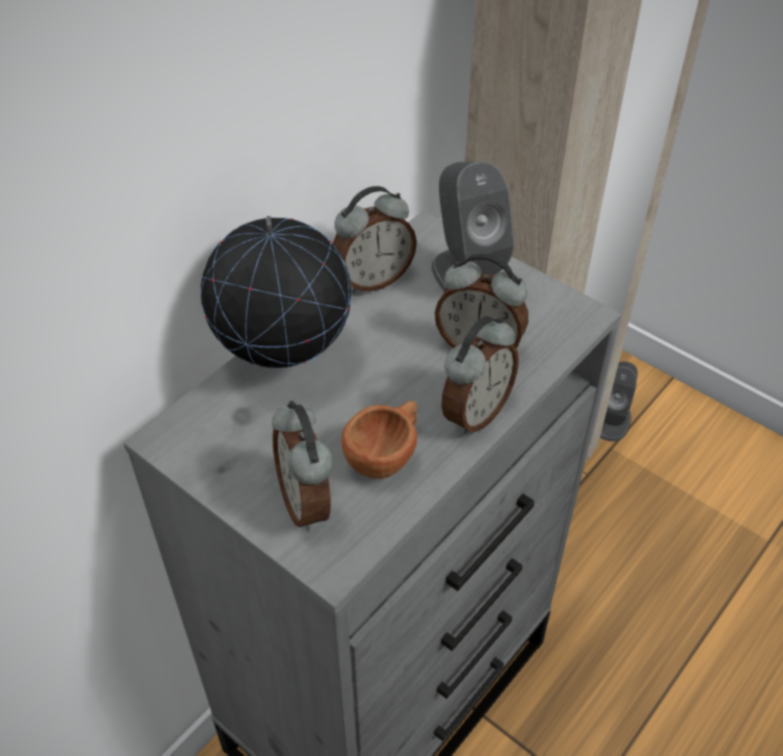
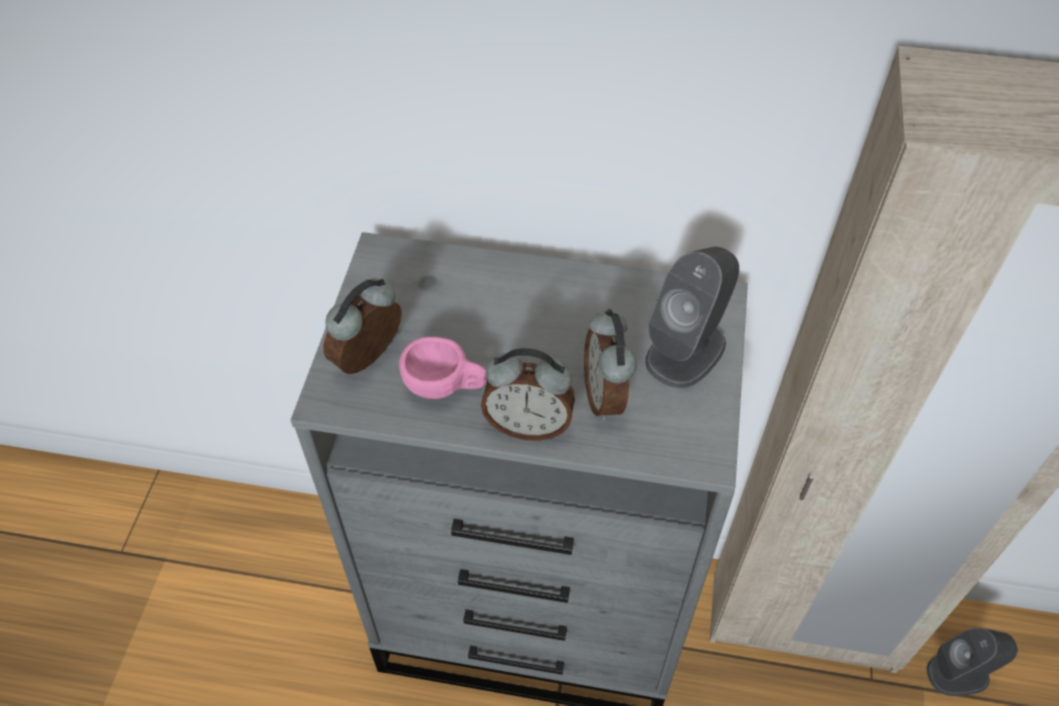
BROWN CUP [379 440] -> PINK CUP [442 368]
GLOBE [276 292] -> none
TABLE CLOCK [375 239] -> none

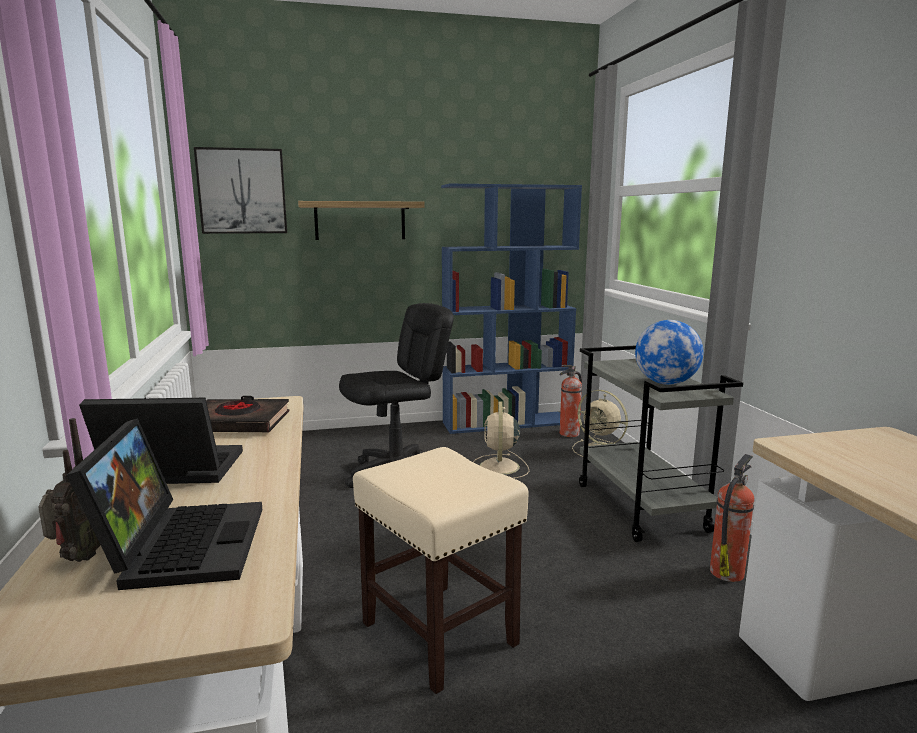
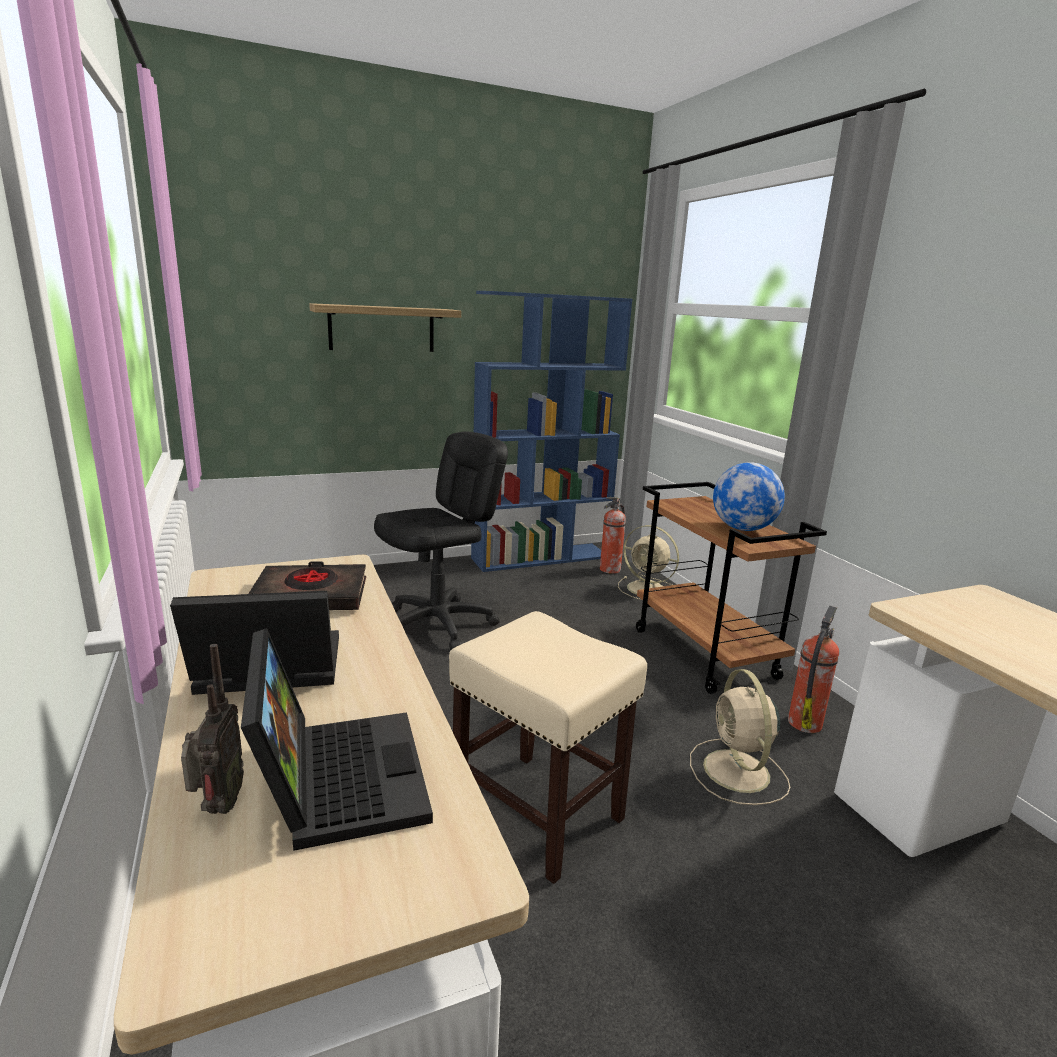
GREYISH TROLLEY [661 443] -> BROWN TROLLEY [731 588]
SAND-COLOURED FAN [501 439] -> SAND-COLOURED FAN [740 737], shifted
WALL PICTURE [240 190] -> none

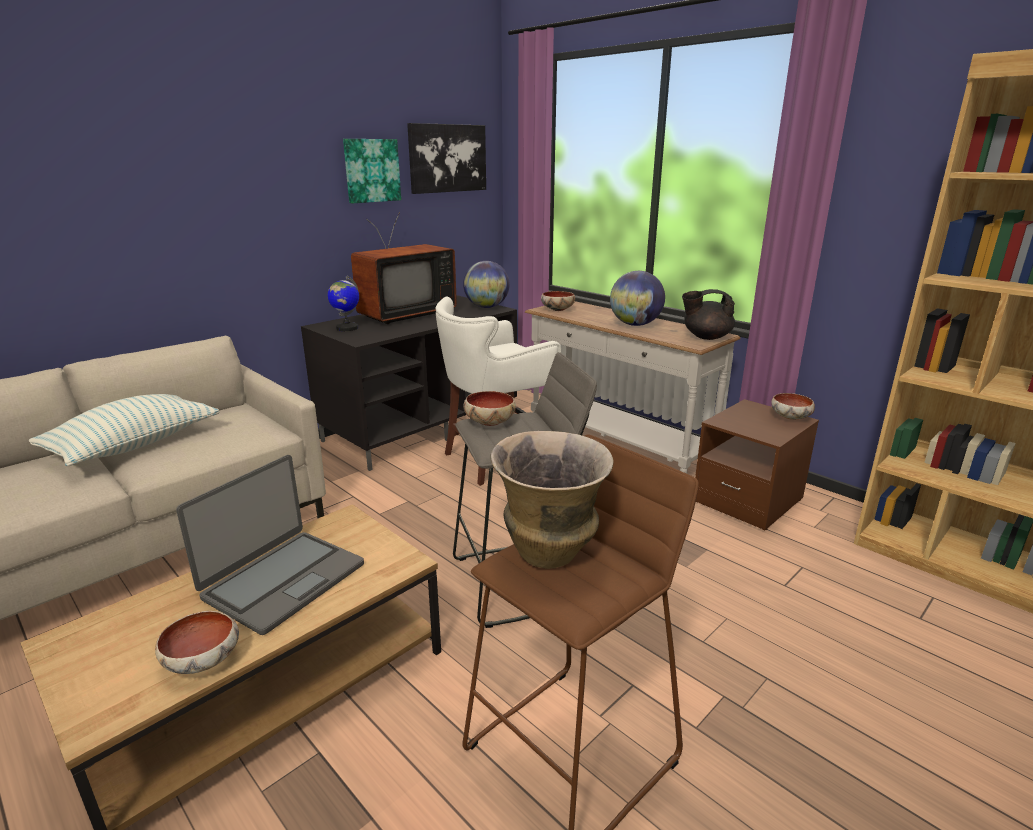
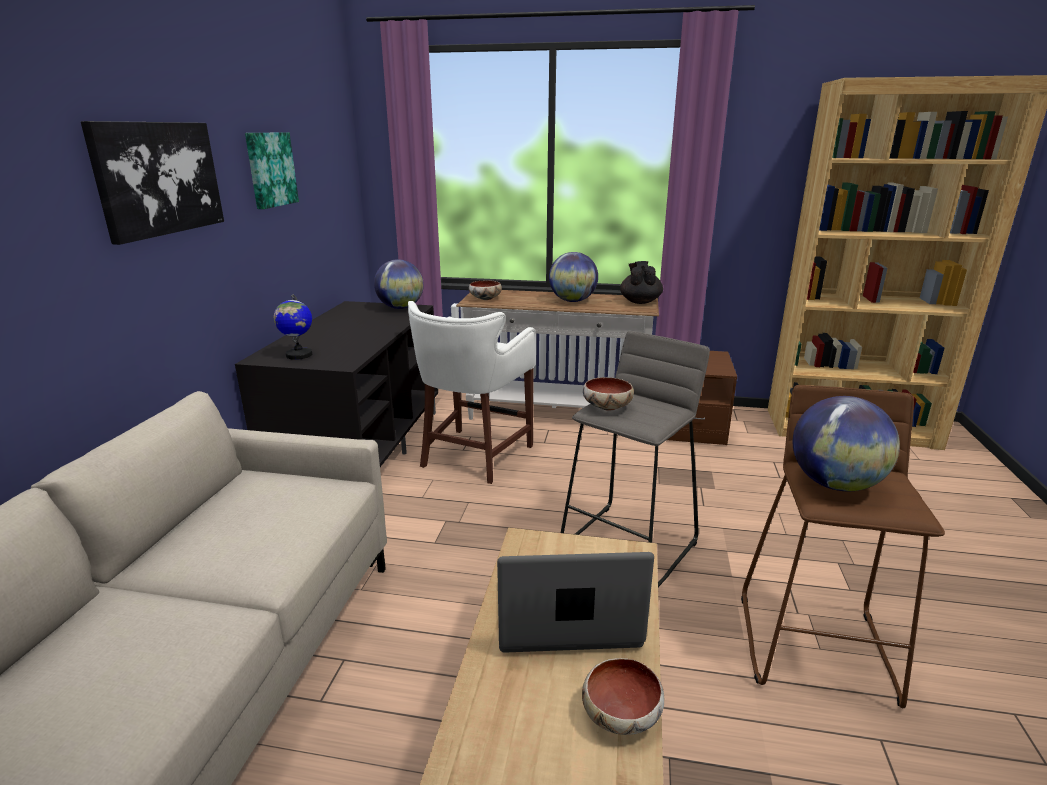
WALL PICTURE [446 158] -> WALL PICTURE [152 183], shifted
PORTABLE COMPUTER [270 545] -> PORTABLE COMPUTER [575 602], 90 degrees counterclockwise
BLACKISH TEAPOT [708 314] -> BLACKISH TEAPOT [641 282], 120 degrees clockwise
FLOWER VASE [552 500] -> GLOBE [846 443]
PILLOW [124 430] -> none
TV SET [404 268] -> none
DEEP DISH [793 406] -> none

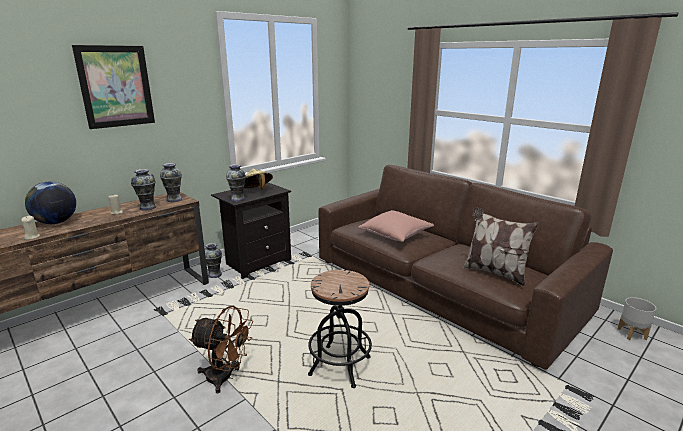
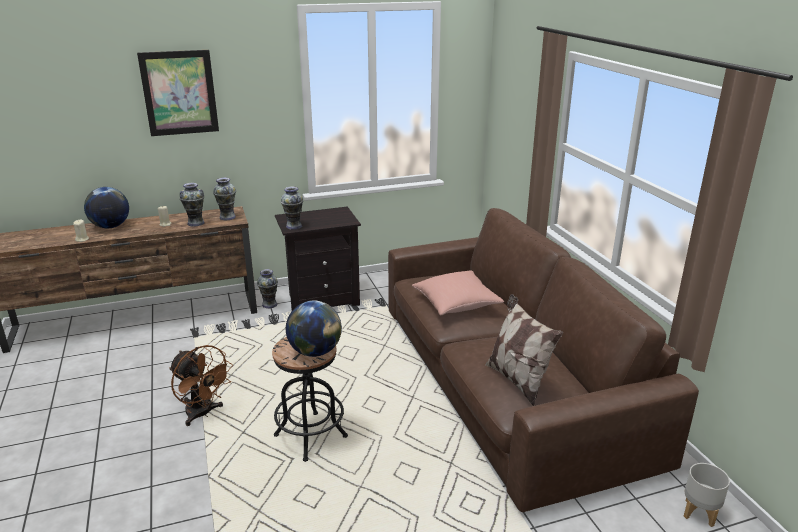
none -> GLOBE [314 329]
SAND-COLOURED CLOTHING HAT [258 179] -> none

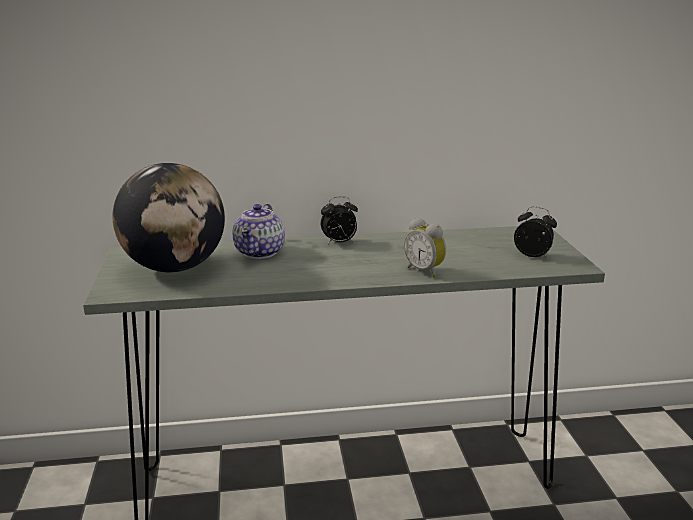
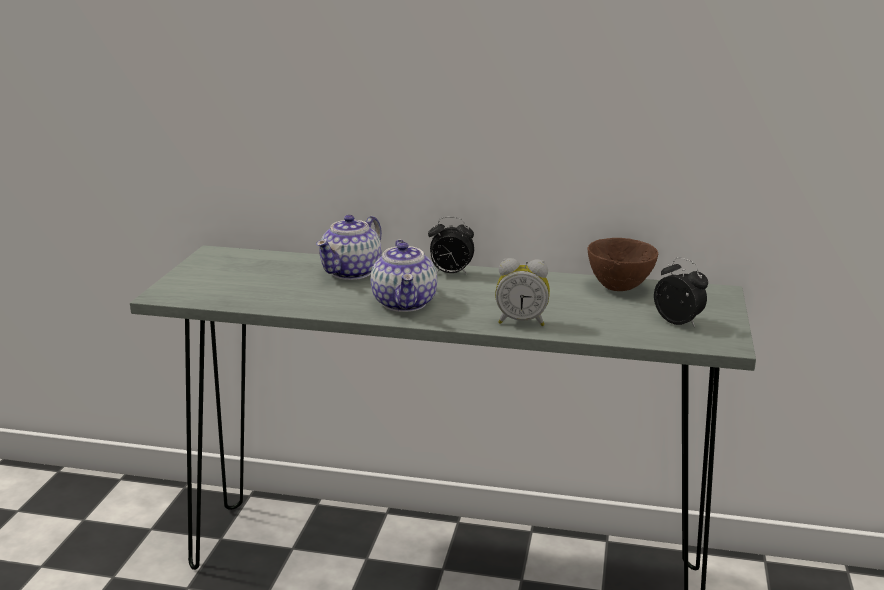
none -> TEAPOT [404 276]
TABLE CLOCK [425 248] -> TABLE CLOCK [522 292], 60 degrees counterclockwise
none -> BROWN DEEP DISH [623 264]
GLOBE [169 217] -> none

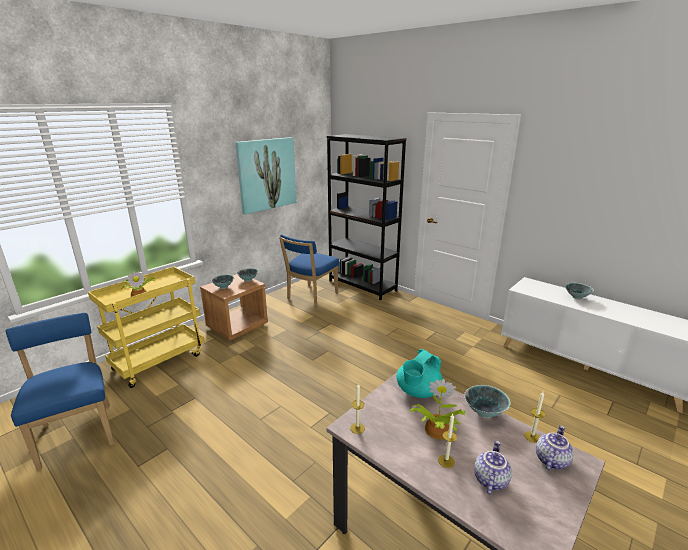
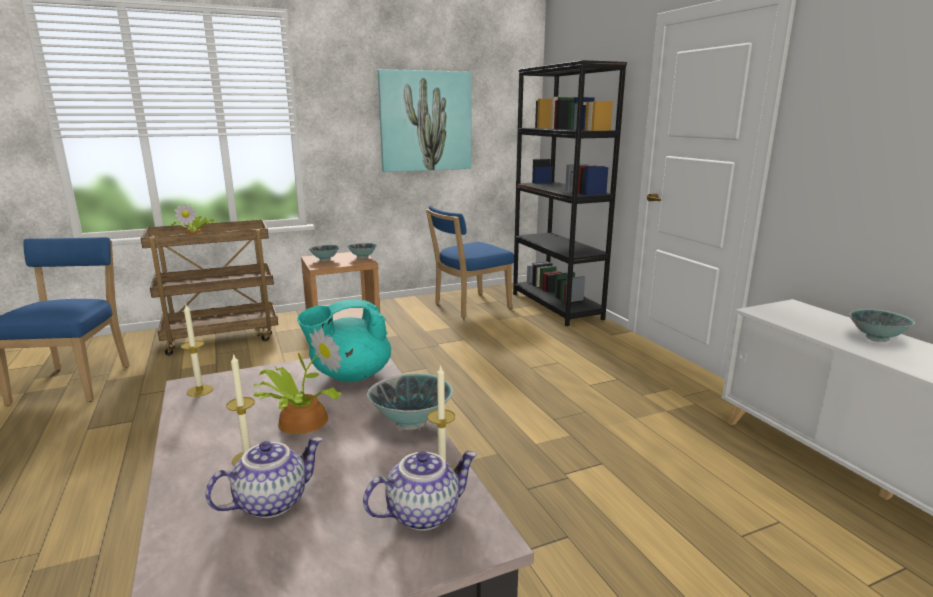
YELLOW TROLLEY [146 327] -> BROWN TROLLEY [209 287]

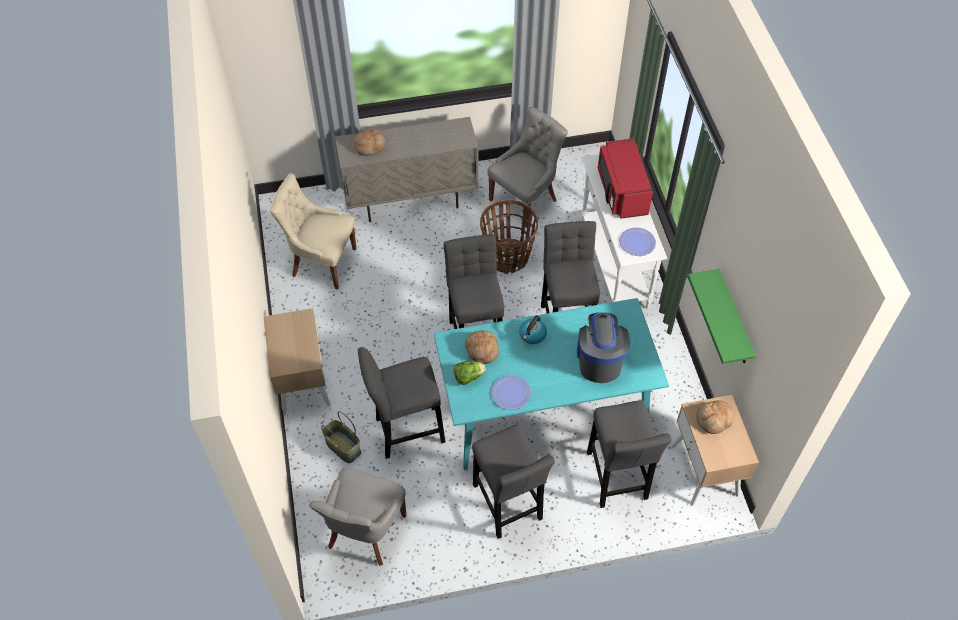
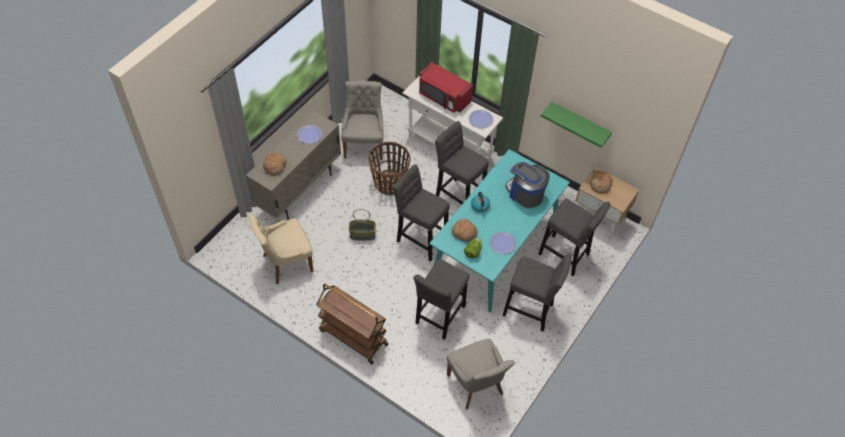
none -> PLATE [309 134]
SAND-COLOURED NIGHT TABLE [297 361] -> BROWN TROLLEY [352 323]
STORAGE BASKET [341 437] -> STORAGE BASKET [362 225], shifted

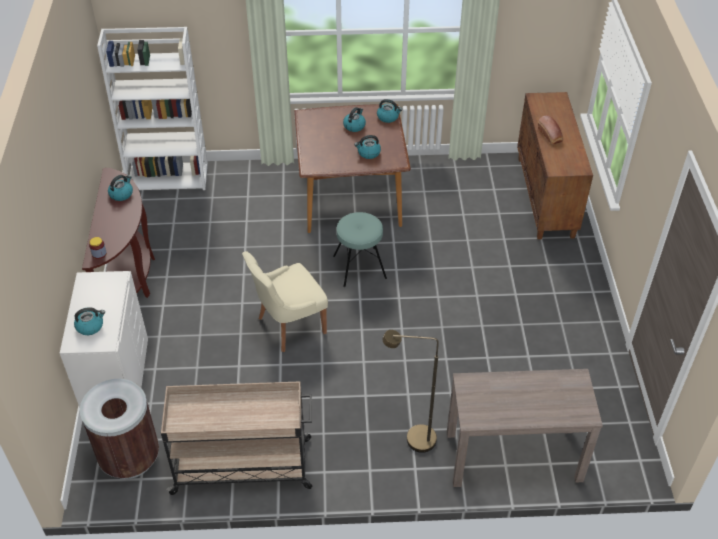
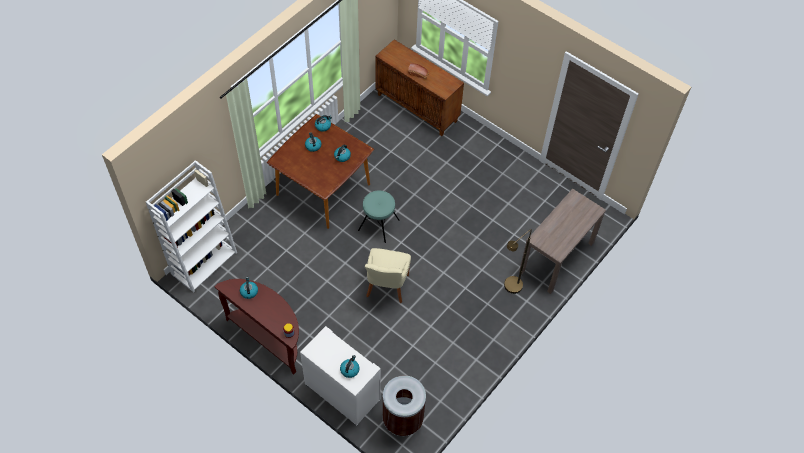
SAND-COLOURED TROLLEY [236 438] -> none

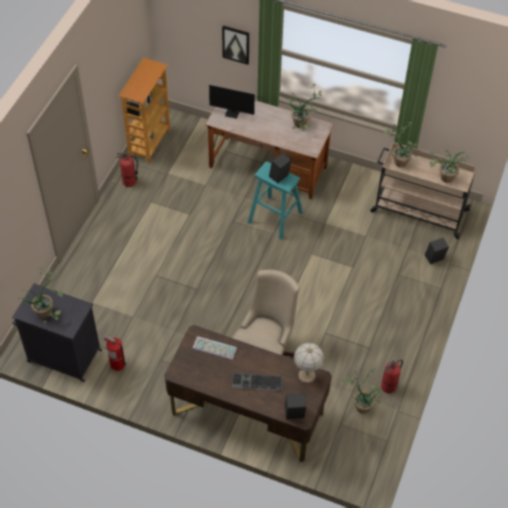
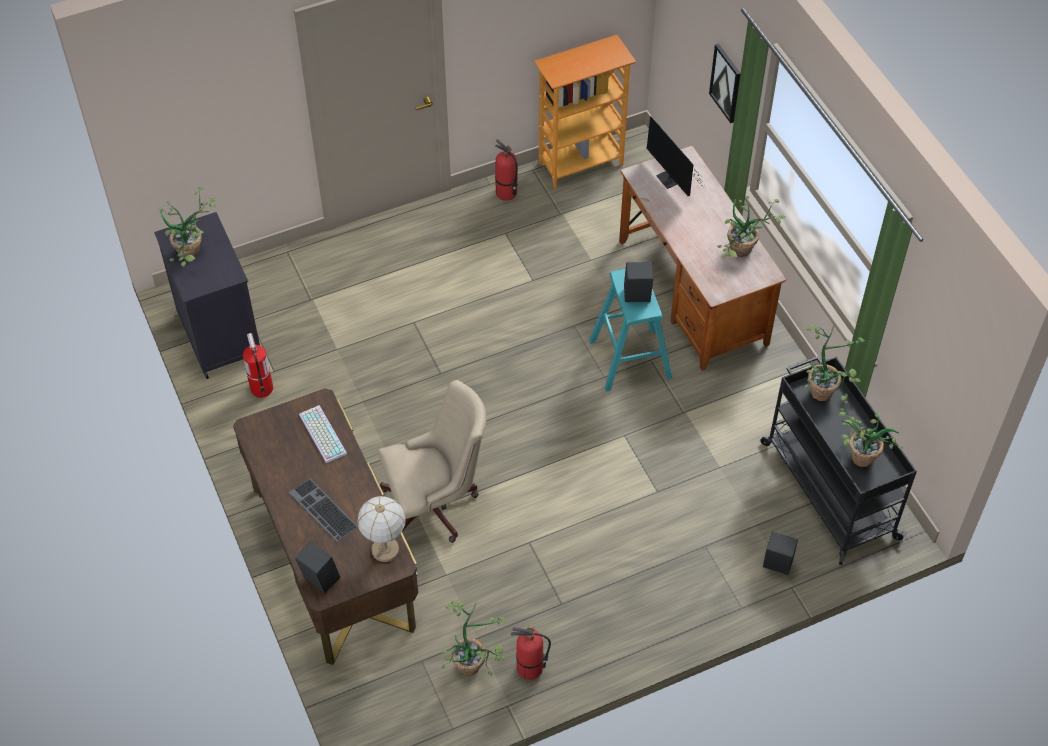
SAND-COLOURED TROLLEY [423 190] -> BLACKISH TROLLEY [838 460]

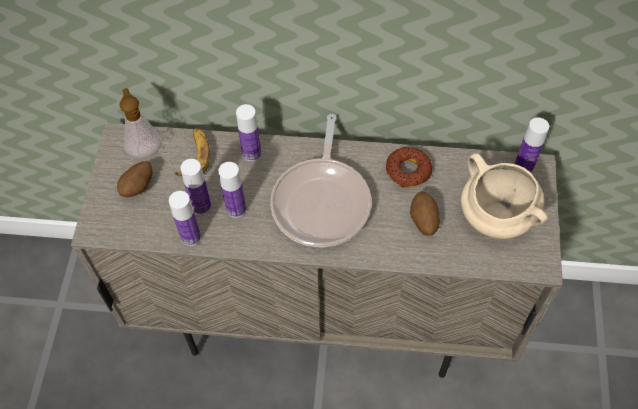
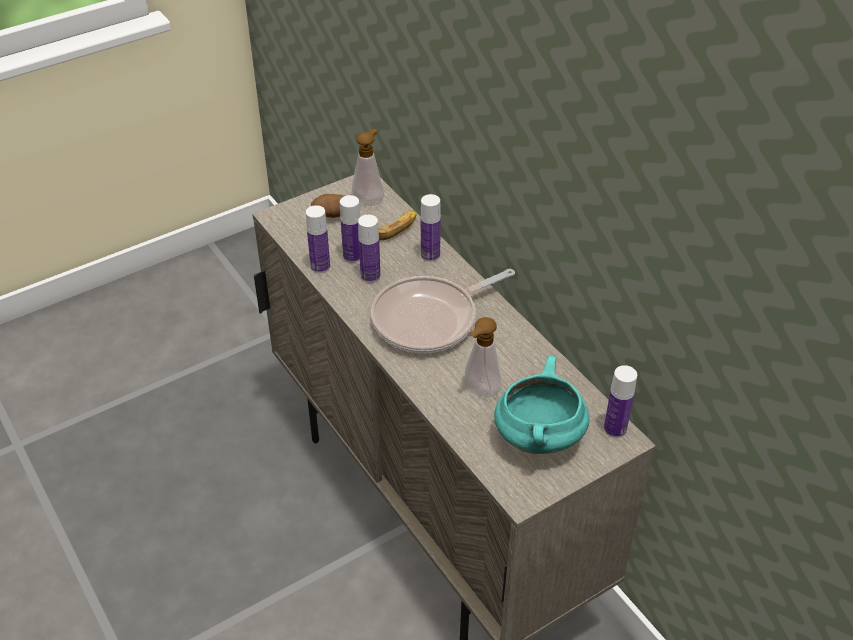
SPUD [425 214] -> SOAP BOTTLE [483 357]
SAND-COLOURED COOKING POT [504 196] -> BLUE-GREEN COOKING POT [541 405]
DOUGHNUT [409 167] -> none

